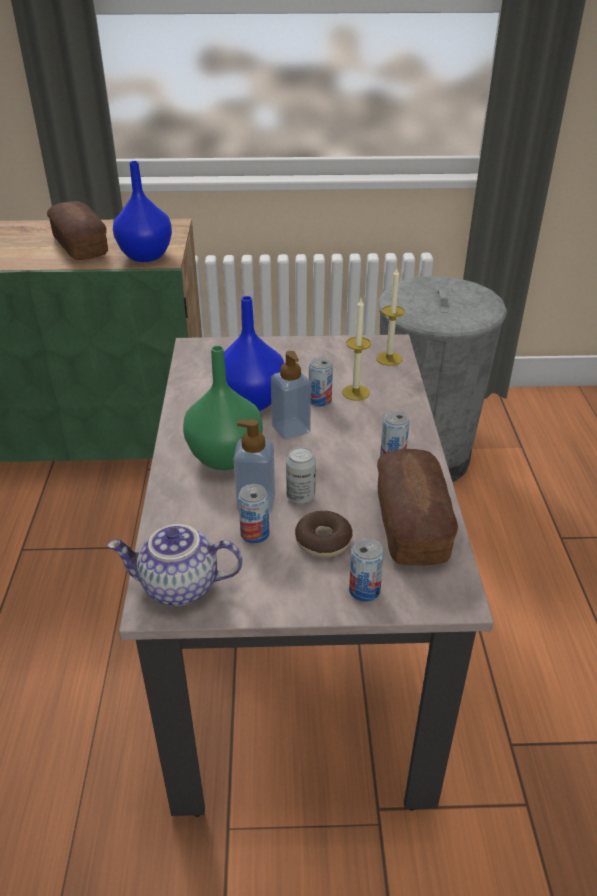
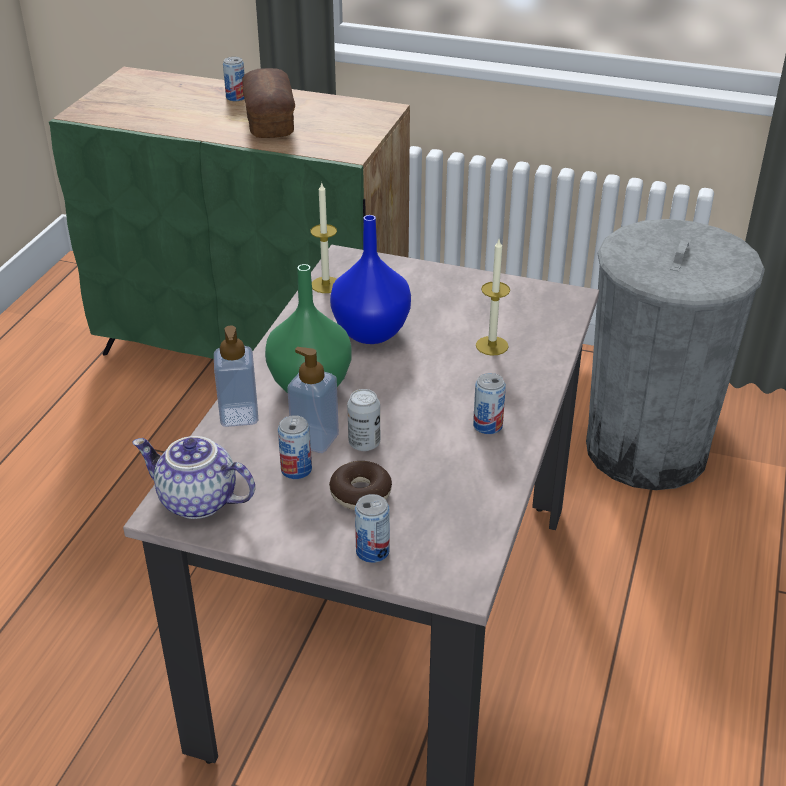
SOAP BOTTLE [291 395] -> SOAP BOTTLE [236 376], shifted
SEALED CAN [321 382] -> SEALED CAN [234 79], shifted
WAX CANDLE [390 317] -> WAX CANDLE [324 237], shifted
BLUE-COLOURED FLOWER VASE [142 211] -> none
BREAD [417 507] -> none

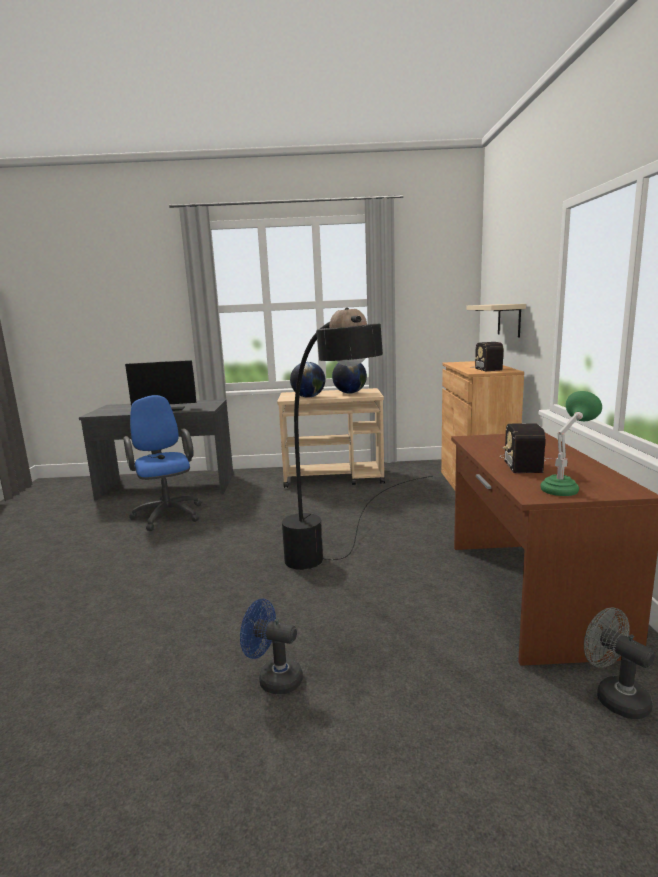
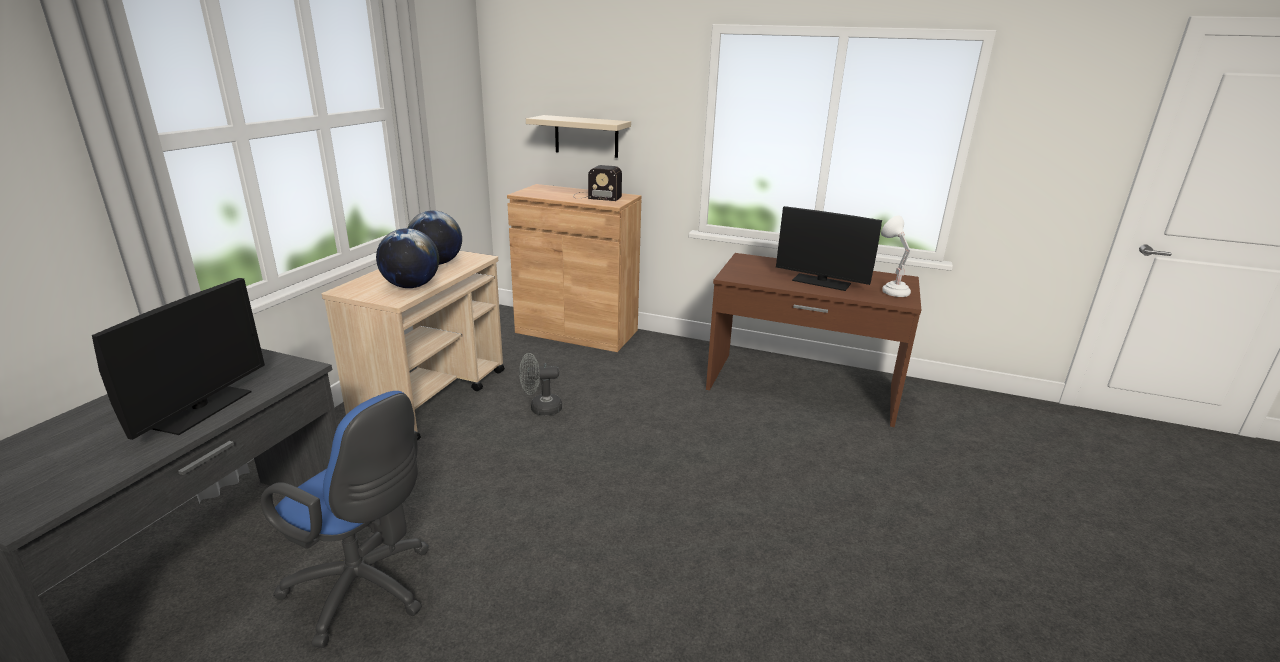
BLUE-COLOURED DESK CHAIR [162 463] -> BLUE-COLOURED DESK CHAIR [345 519], 150 degrees counterclockwise
GREYISH FAN [619 663] -> GREYISH FAN [540 384], shifted
RADIO [526 448] -> COMPUTER SCREEN [829 248]
GREENISH TABLE LAMP [571 443] -> WHITE-COLOURED TABLE LAMP [896 256]
BLUE-COLOURED FAN [271 646] -> none
BLACKISH STANDARD LAMP [357 439] -> none

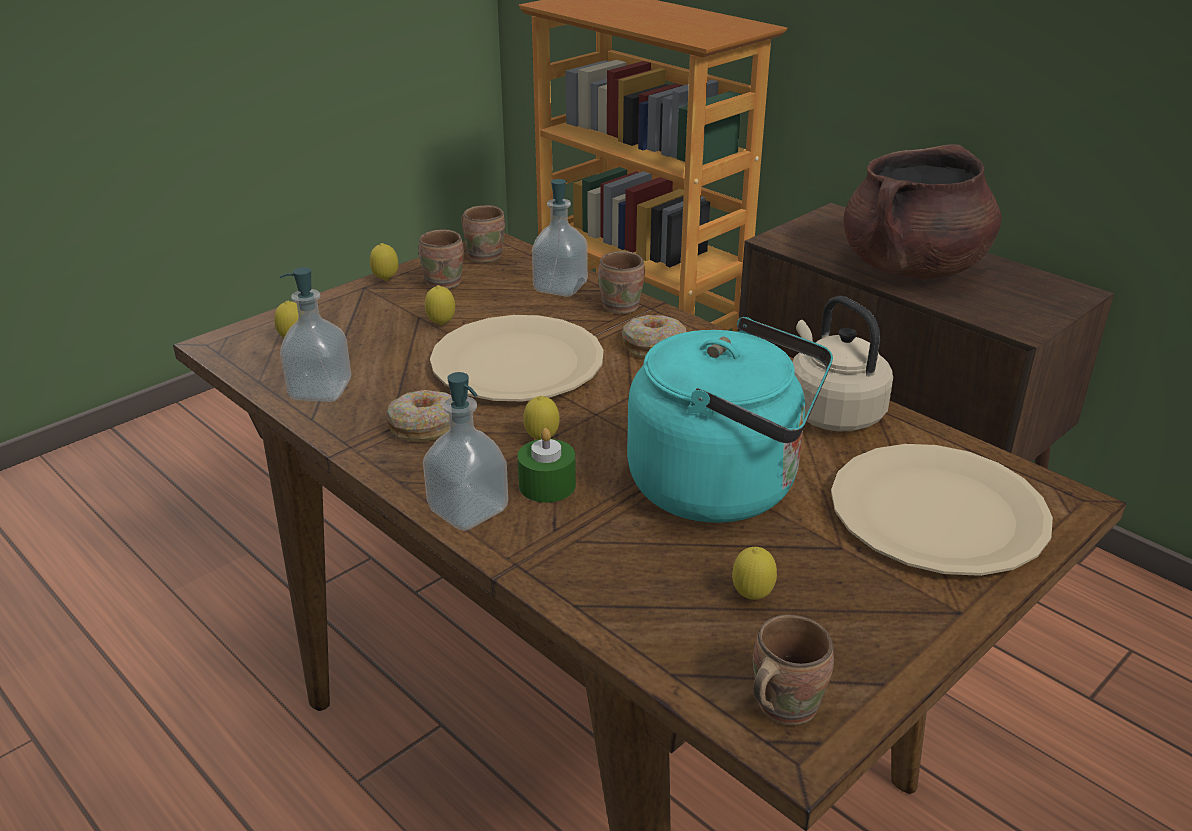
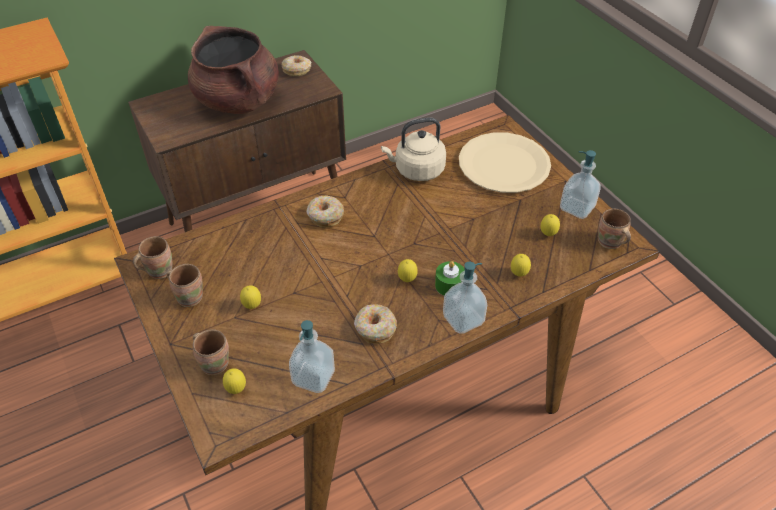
BROWN TEA MUG [621 282] -> BROWN TEA MUG [211 352], shifted
none -> DOUGHNUT [296 65]
WHOLE LEMON [384 262] -> WHOLE LEMON [521 265], shifted
SOAP BOTTLE [560 238] -> SOAP BOTTLE [580 184], shifted
SAND-COLOURED PLATE [516 358] -> none
BLUE-GREEN KETTLE [730 420] -> none

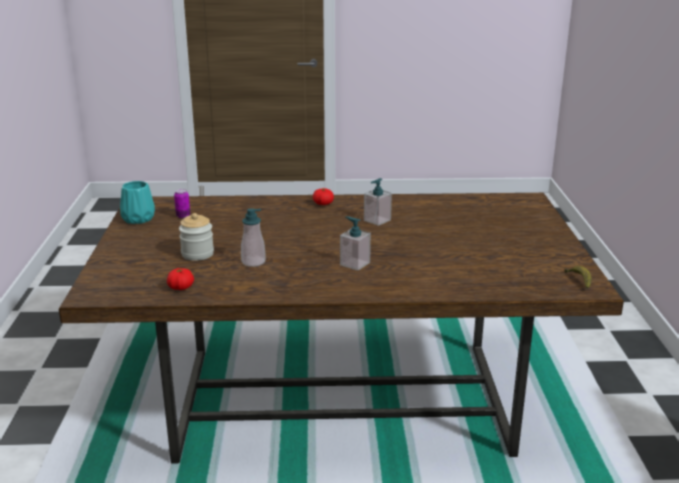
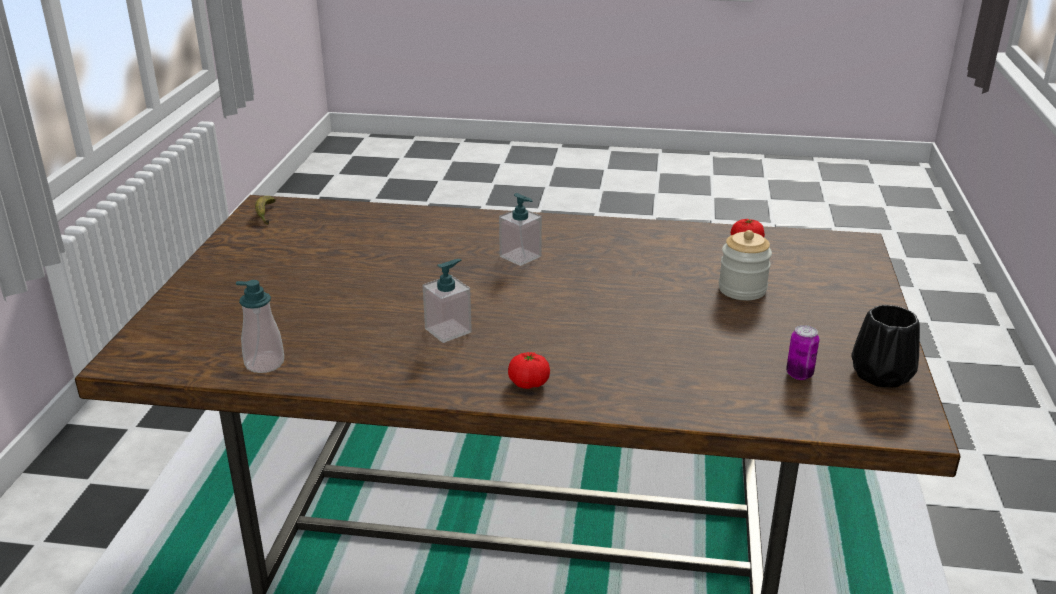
SOAP BOTTLE [253 237] -> SOAP BOTTLE [260 326], shifted
BLUE-GREEN FLOWER VASE [137 202] -> BLACKISH FLOWER VASE [885 346]

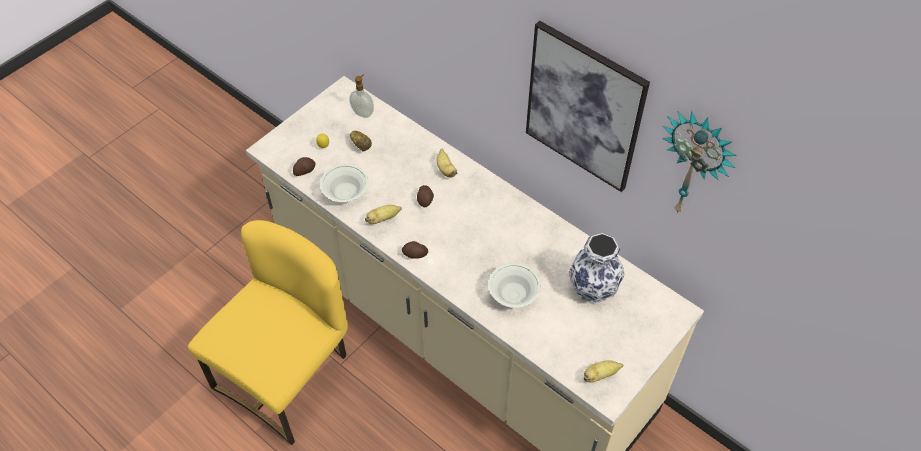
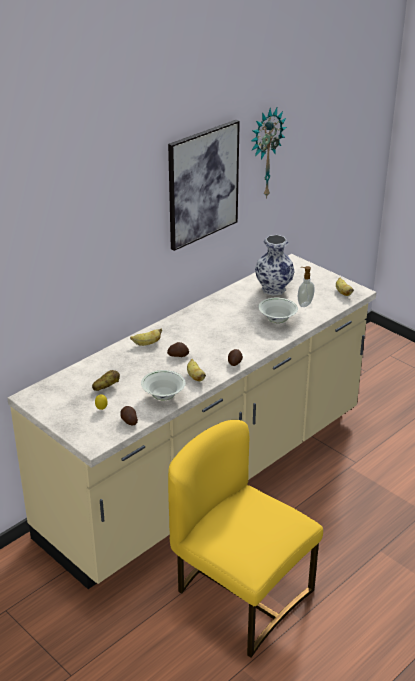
SOAP BOTTLE [361 96] -> SOAP BOTTLE [306 286], shifted

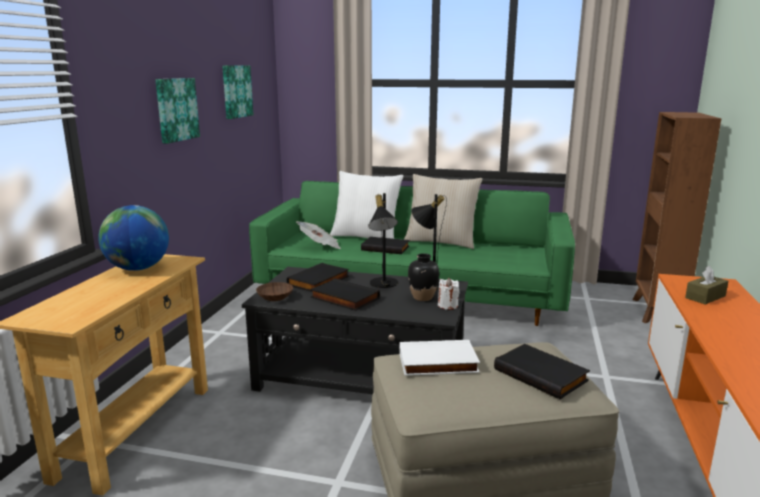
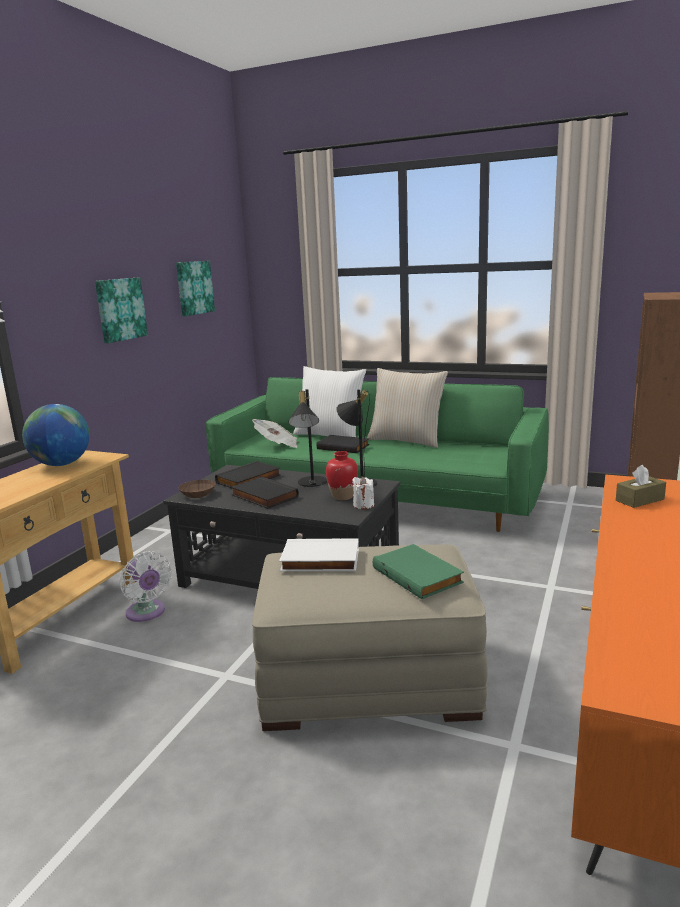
none -> WHITE-COLOURED FAN [145 586]
BLACKISH FLOWER VASE [423 277] -> RED FLOWER VASE [342 475]
BLACKISH BOOK [542 371] -> GREENISH BOOK [418 571]

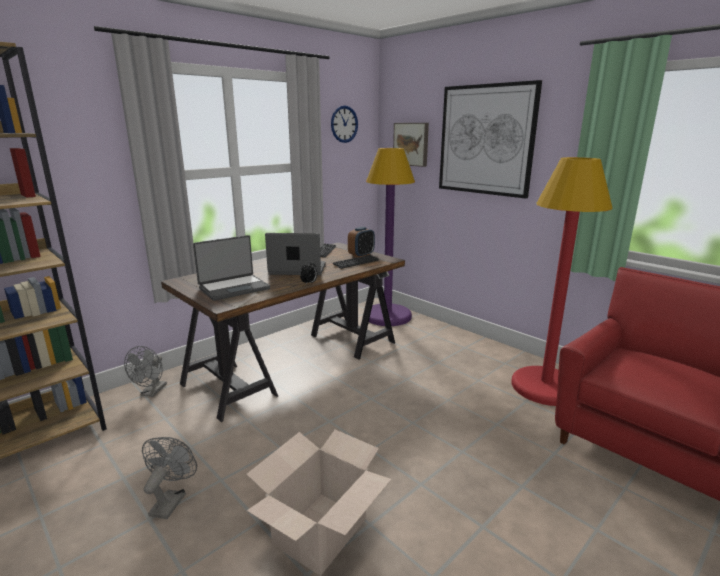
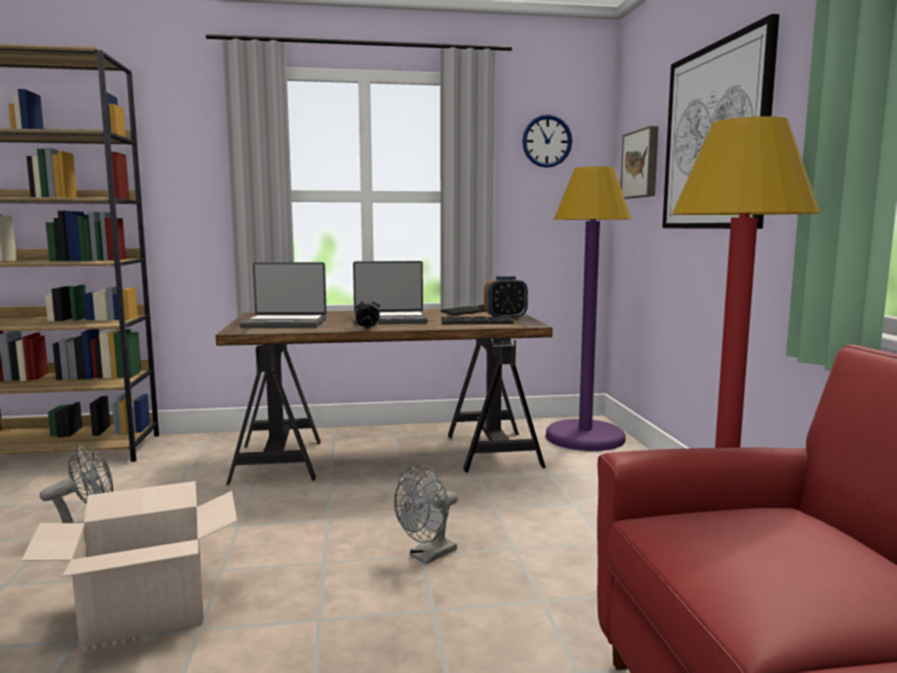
PORTABLE COMPUTER [295 254] -> PORTABLE COMPUTER [390 293], 135 degrees clockwise
GREYISH FAN [145 371] -> GREYISH FAN [426 514], shifted

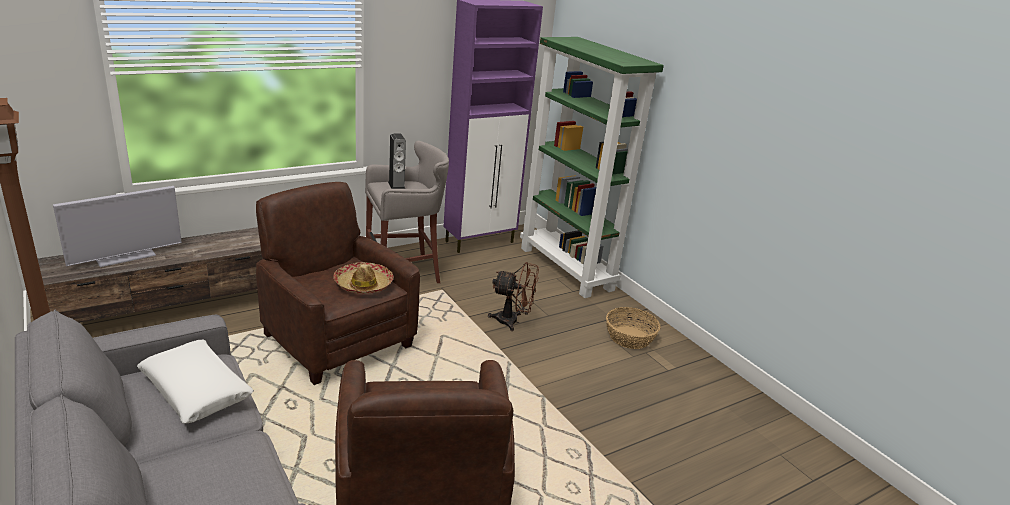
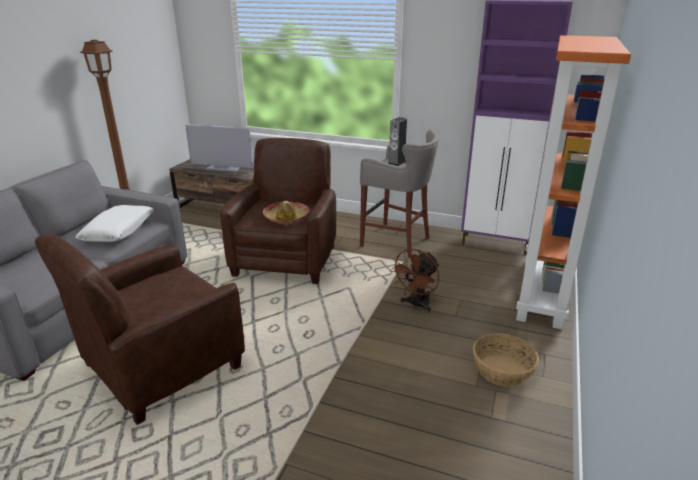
BROWN FAN [513 296] -> BROWN FAN [414 280], 60 degrees clockwise
GREENISH BOOKSHELF [592 167] -> ORANGE-COLOURED BOOKSHELF [573 182]

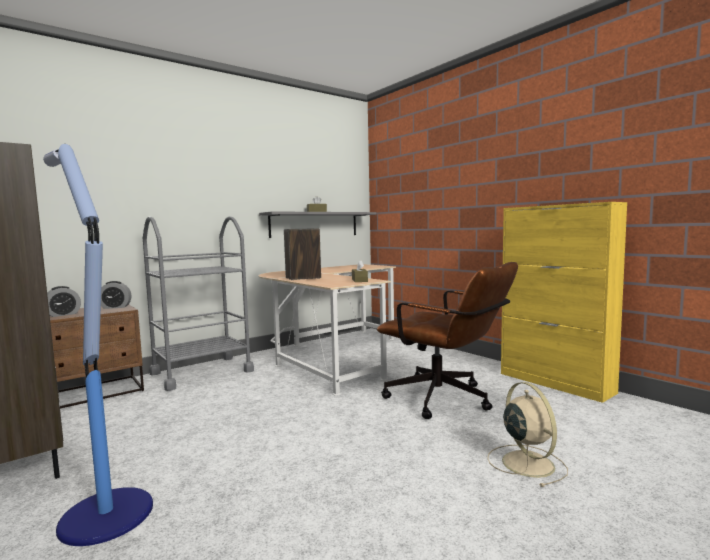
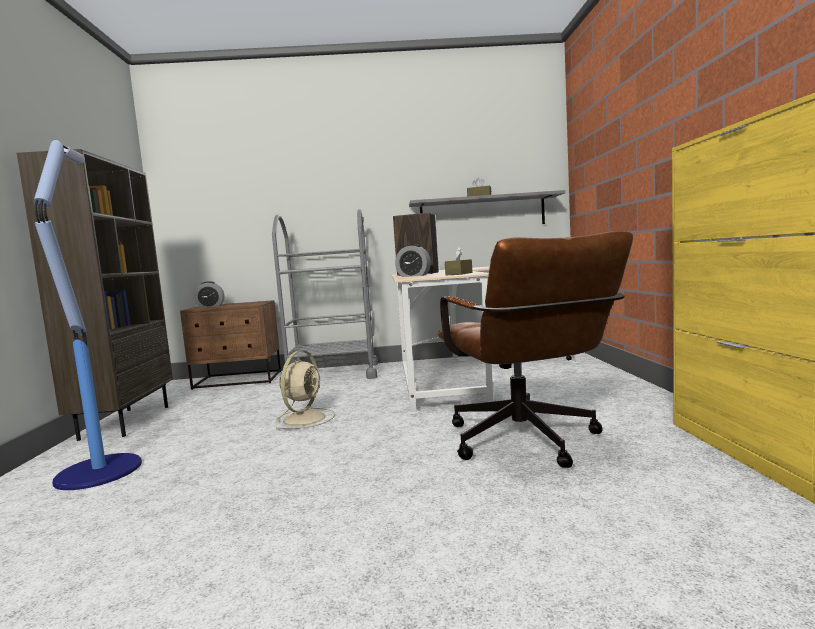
SAND-COLOURED FAN [527 434] -> SAND-COLOURED FAN [305 390], shifted
TABLE CLOCK [116 295] -> TABLE CLOCK [413 260], shifted

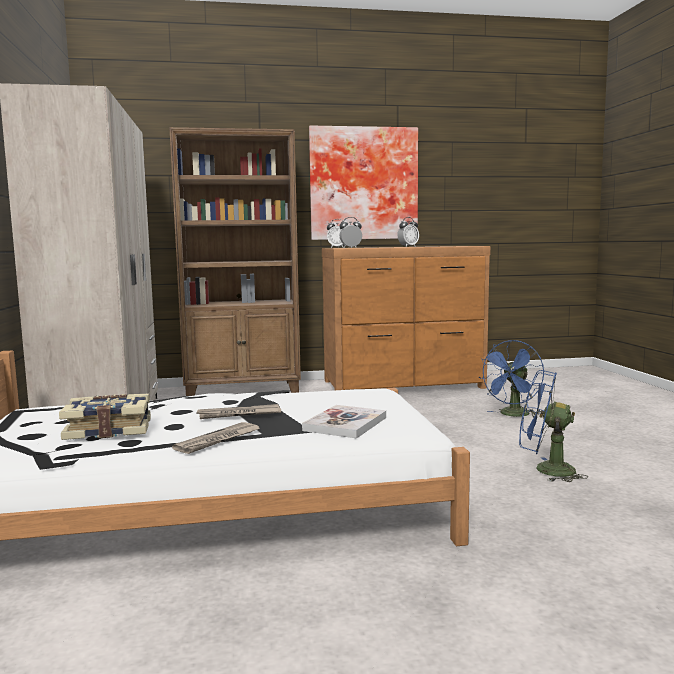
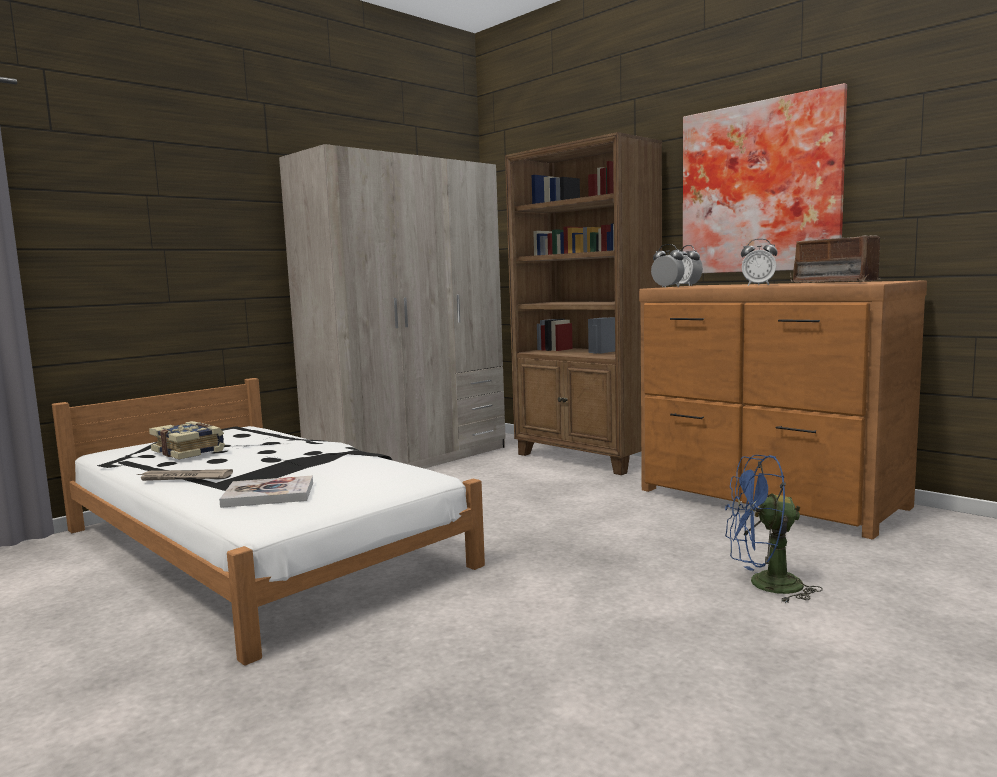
none -> RADIO [837 259]
DAILY PAPER [238 411] -> none
BLUE-COLOURED FAN [553 426] -> none

